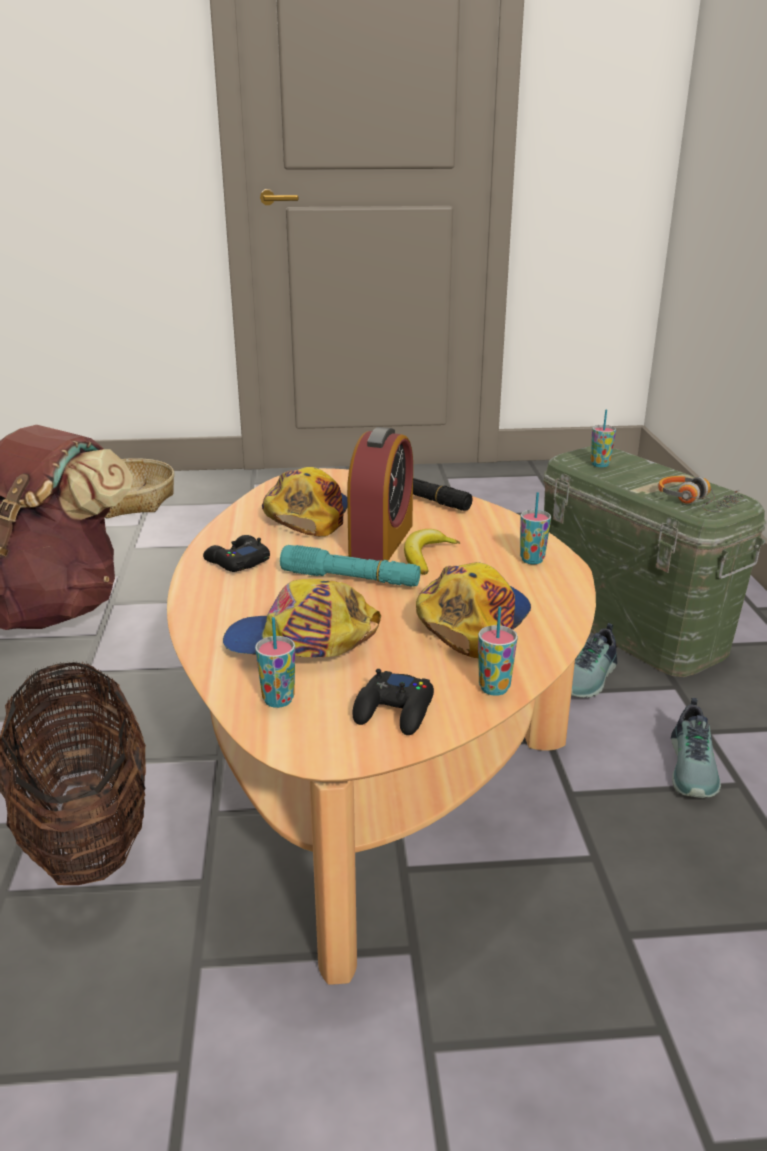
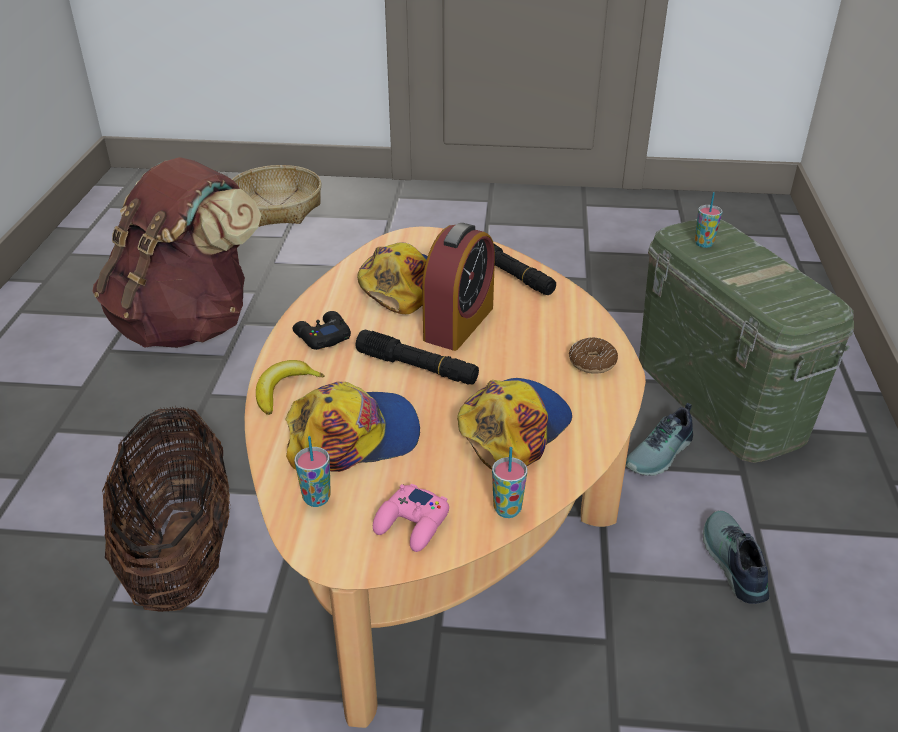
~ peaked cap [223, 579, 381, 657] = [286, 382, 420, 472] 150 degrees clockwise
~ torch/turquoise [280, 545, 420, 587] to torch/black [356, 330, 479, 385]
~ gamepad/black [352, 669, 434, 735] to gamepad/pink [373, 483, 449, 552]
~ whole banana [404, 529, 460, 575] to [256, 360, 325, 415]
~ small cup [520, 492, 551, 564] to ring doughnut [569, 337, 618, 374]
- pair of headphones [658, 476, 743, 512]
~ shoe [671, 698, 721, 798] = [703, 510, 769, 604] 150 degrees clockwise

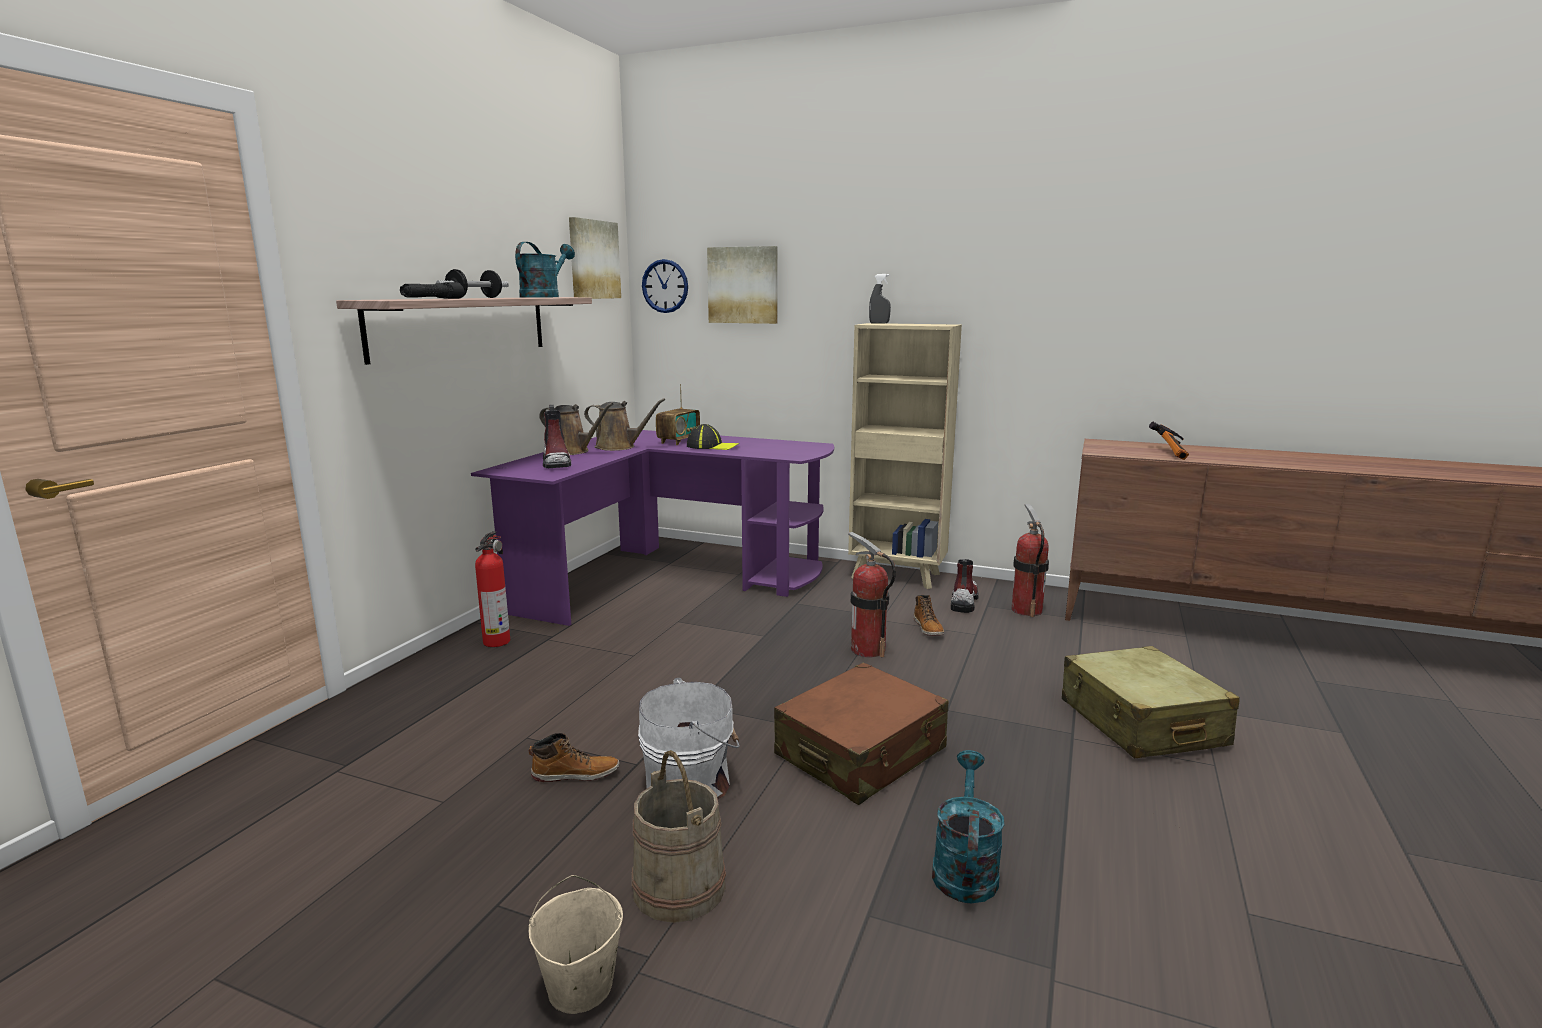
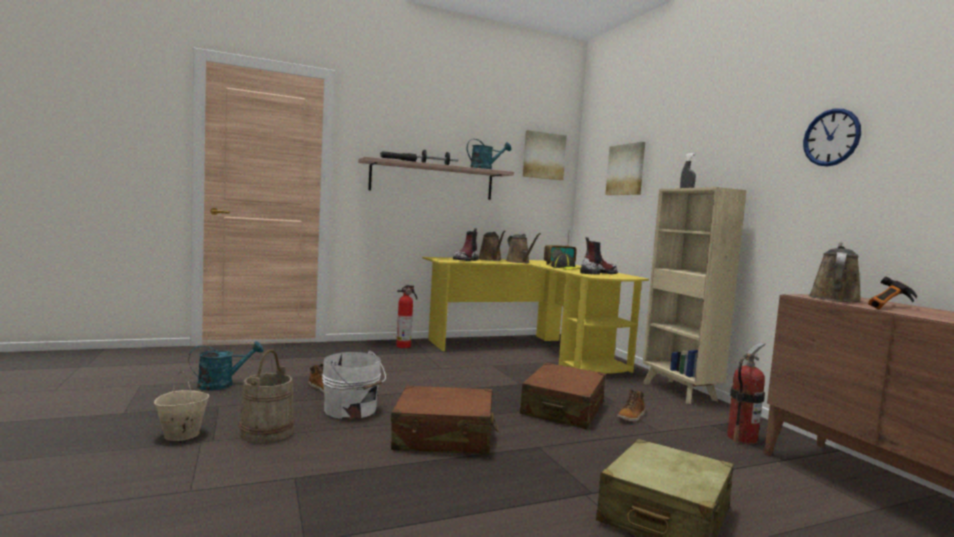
~ desk unit/purplish [471, 430, 834, 626] to desk unit/yellowish [422, 257, 649, 374]
~ wall clock [642, 259, 688, 313] to [803, 109, 861, 167]
~ extinguisher [848, 532, 896, 658] to suitcase/brown-coloured [520, 363, 606, 429]
~ watering can/turquoise [932, 750, 1004, 903] to [188, 341, 263, 390]
~ tall boot [951, 559, 979, 613] to [580, 237, 618, 274]
+ watering can/brown-coloured [808, 242, 861, 303]

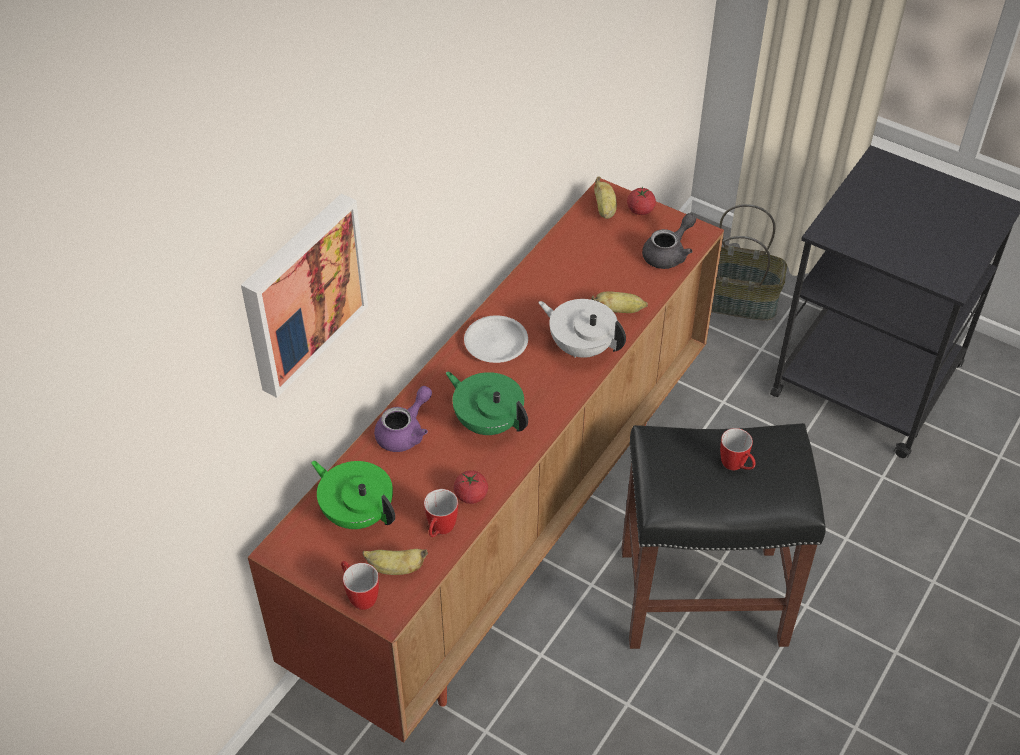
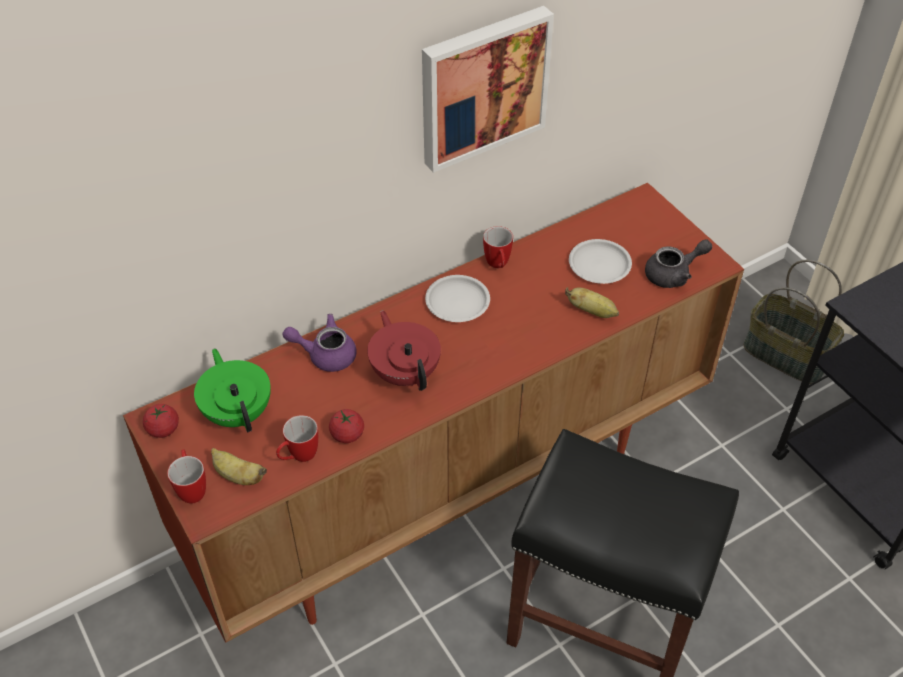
~ wall picture [241, 194, 368, 398] to [422, 6, 554, 173]
~ teapot/purplish [374, 386, 432, 452] = [283, 314, 357, 372] 150 degrees counterclockwise
~ teapot/green-coloured [446, 372, 528, 435] to teapot/red [367, 311, 441, 391]
- teapot/whitish [538, 299, 626, 358]
- whole banana [594, 176, 617, 219]
~ tomato [627, 187, 656, 215] to [143, 404, 179, 438]
~ mug [720, 428, 756, 470] to [483, 226, 513, 268]
+ dinner plate/whitish [569, 239, 632, 284]

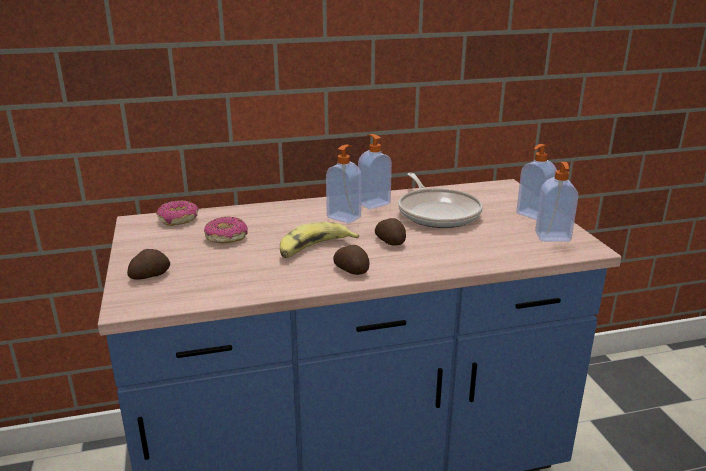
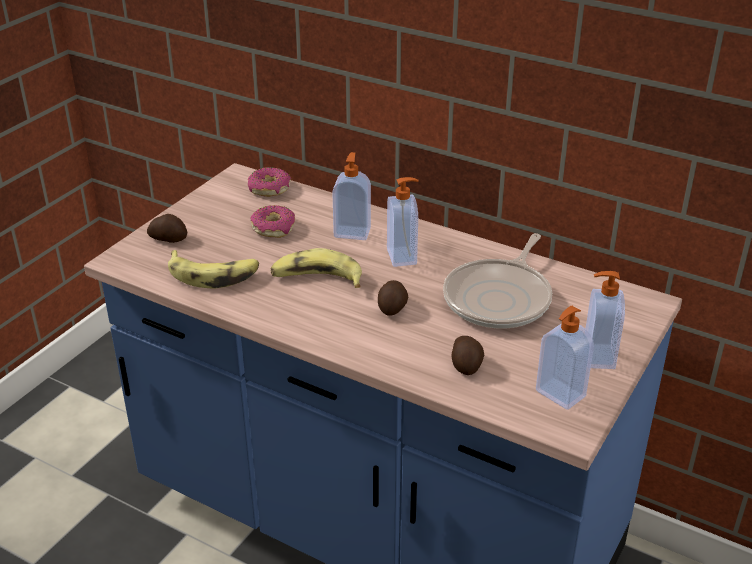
~ spud [333, 245, 370, 275] to [452, 336, 484, 375]
~ soap dispenser [358, 134, 392, 209] to [332, 152, 371, 240]
+ whole banana [168, 250, 259, 288]

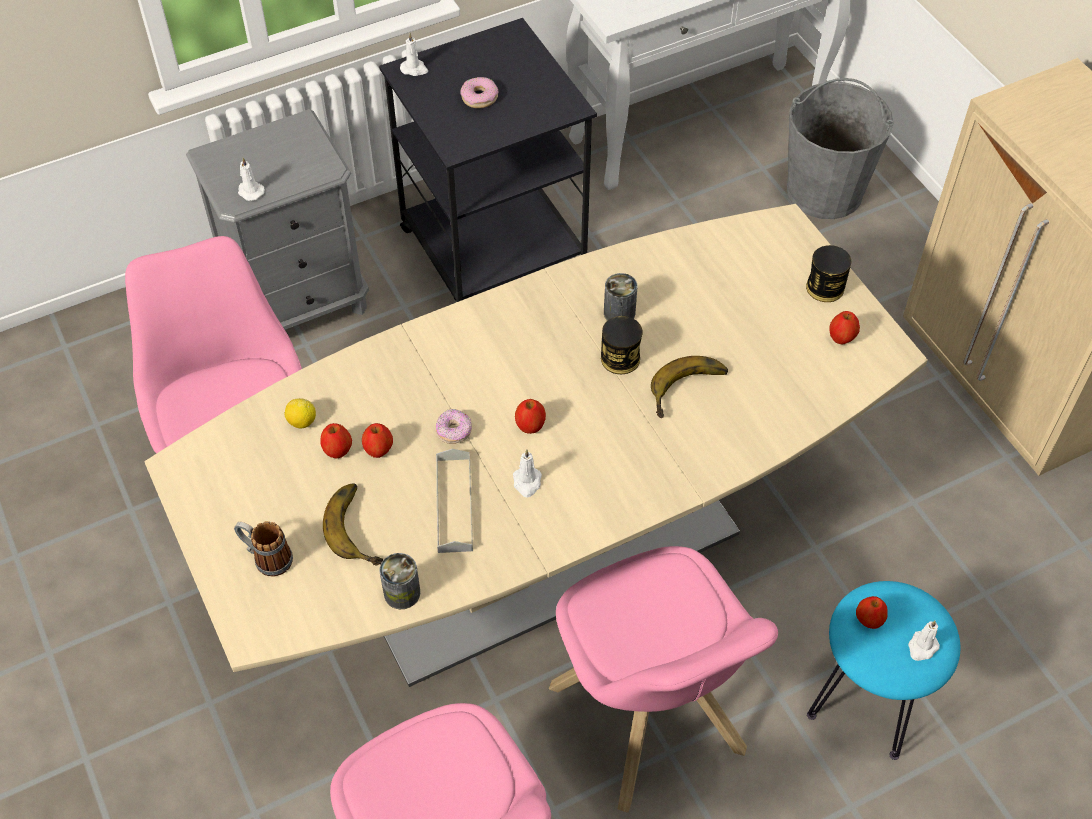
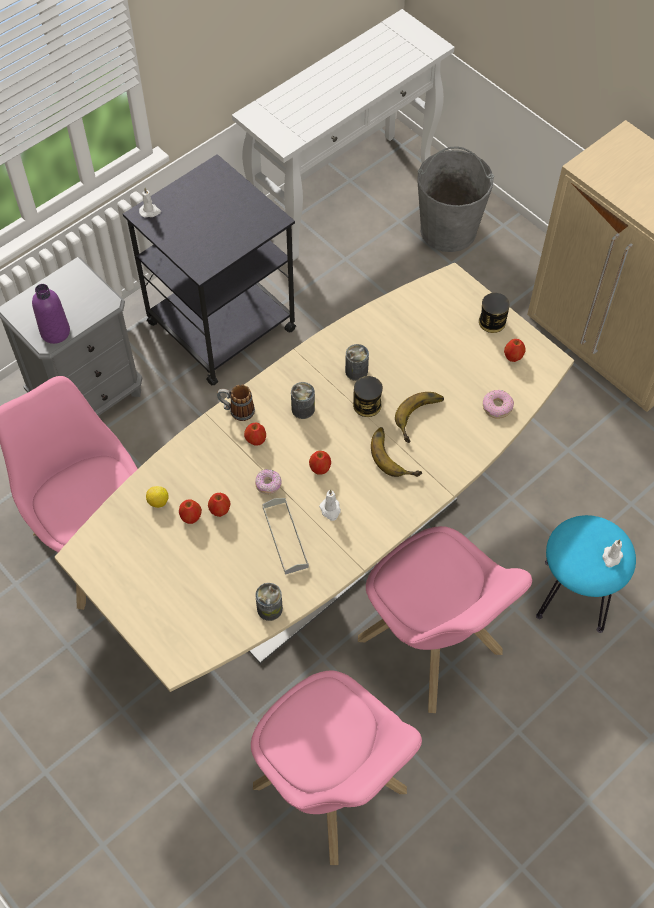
~ mug [234, 521, 293, 577] to [217, 384, 255, 421]
~ wax light/whitish [238, 157, 265, 201] to beverage bottle/purplish [32, 284, 70, 344]
~ whole banana [323, 483, 383, 566] to [371, 427, 422, 477]
~ ring doughnut [461, 77, 499, 108] to [483, 390, 514, 419]
~ whole apple [856, 596, 888, 629] to [244, 422, 266, 446]
+ can [291, 382, 315, 419]

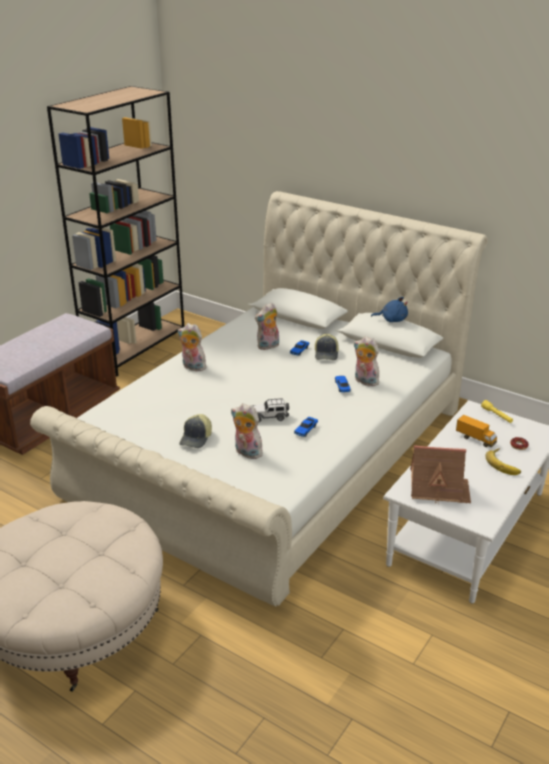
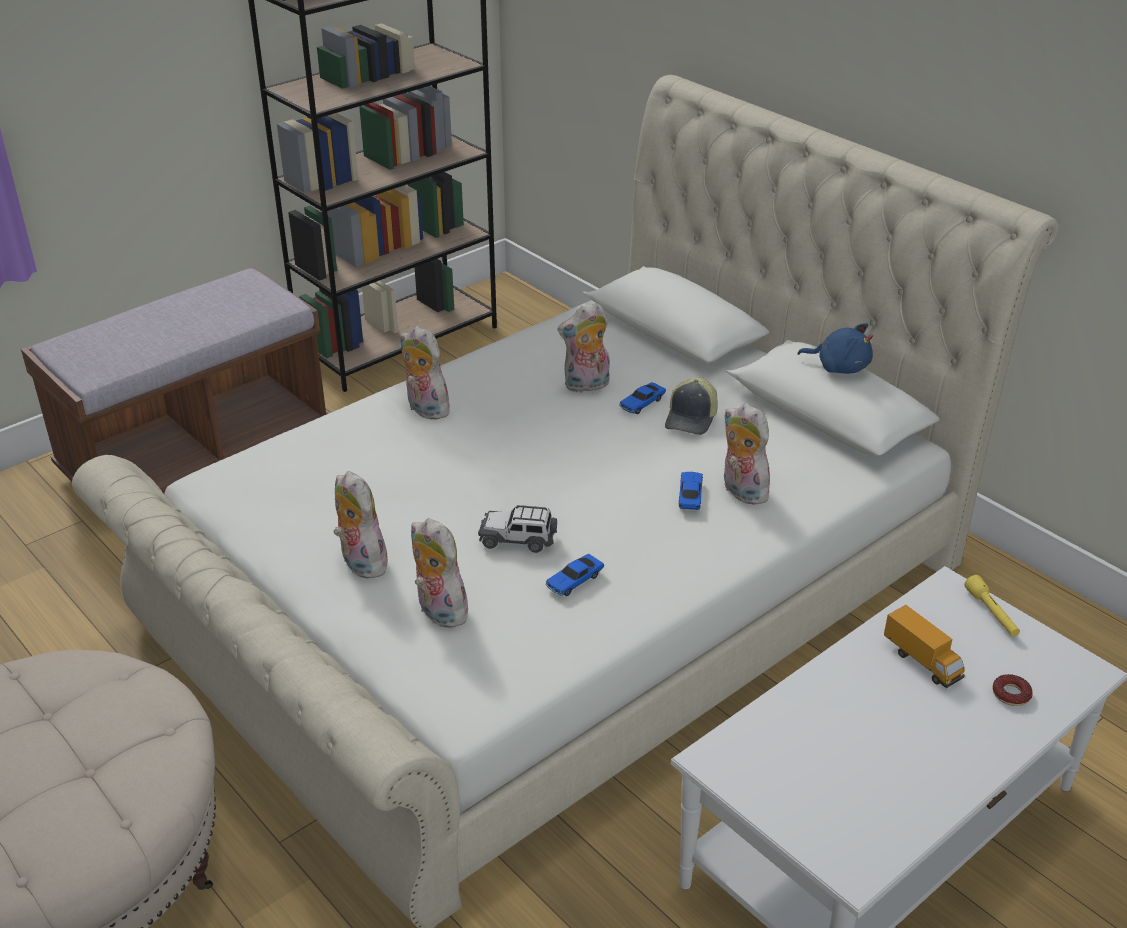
~ peaked cap [179, 414, 212, 448] to plush toy [334, 471, 388, 579]
- toy house [410, 445, 471, 504]
- whole banana [485, 448, 521, 475]

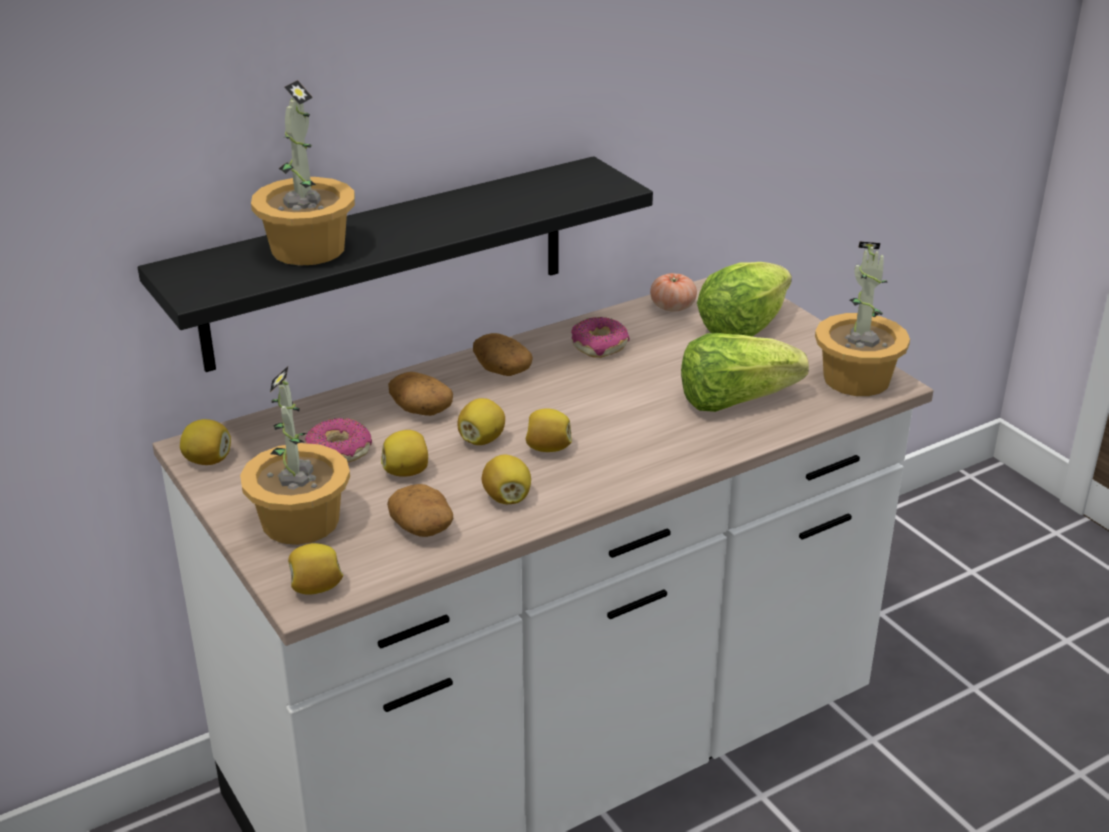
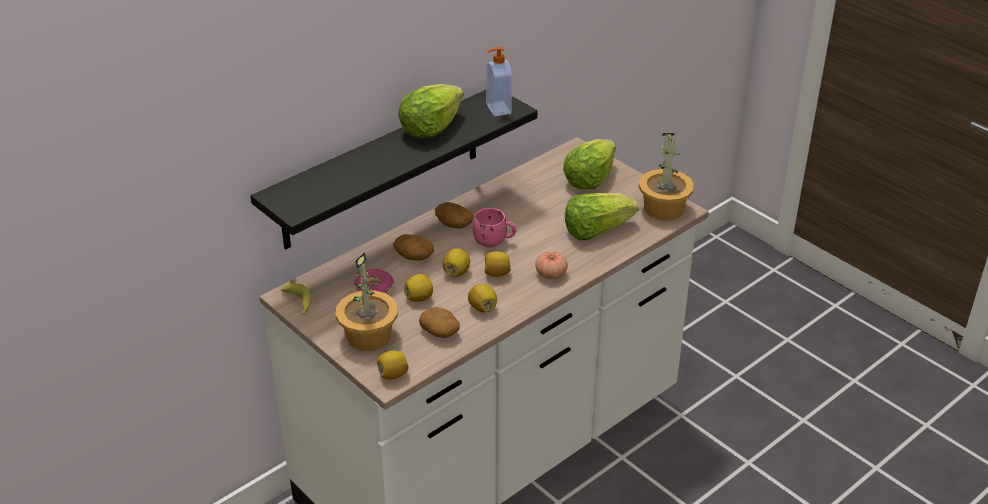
~ whole lemon [180, 419, 231, 465] to whole banana [280, 283, 312, 315]
- houseplant [251, 80, 355, 266]
- ring doughnut [571, 317, 630, 358]
~ tomato [650, 273, 697, 312] to [535, 251, 568, 279]
+ lettuce head [398, 84, 464, 138]
+ mug/pink [473, 208, 517, 248]
+ soap dispenser [486, 47, 512, 116]

